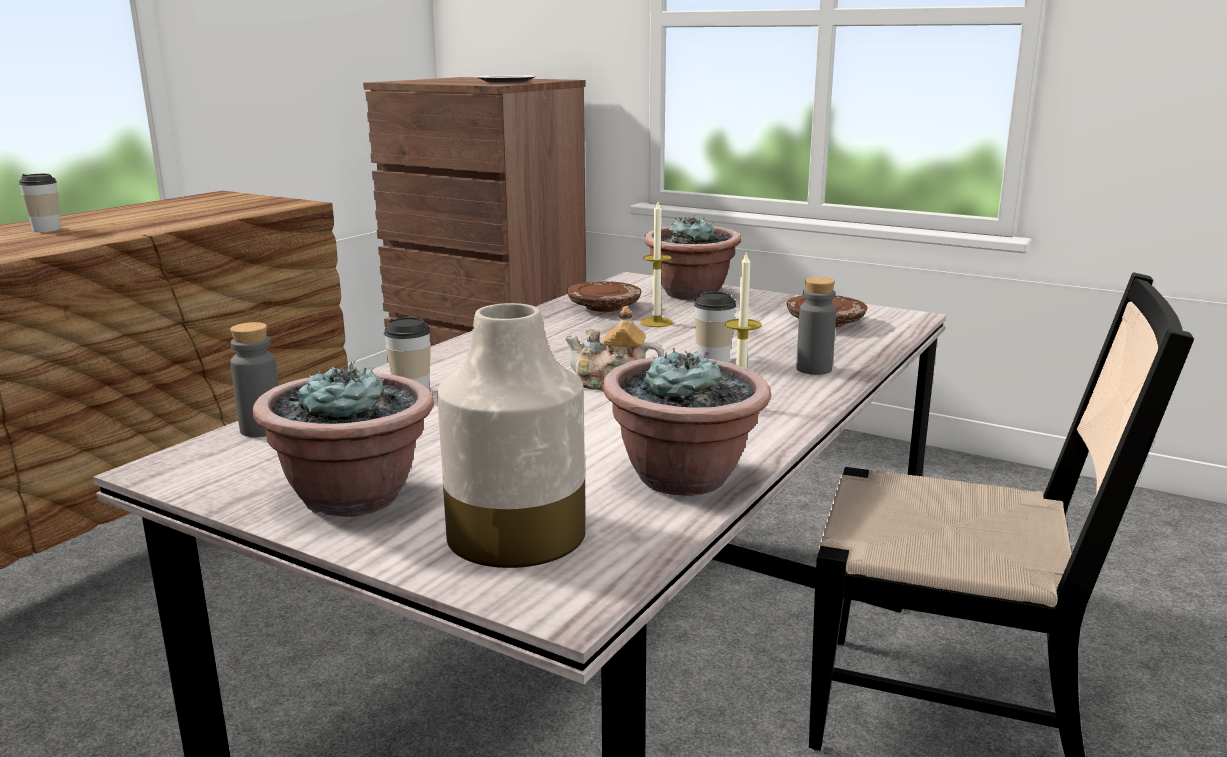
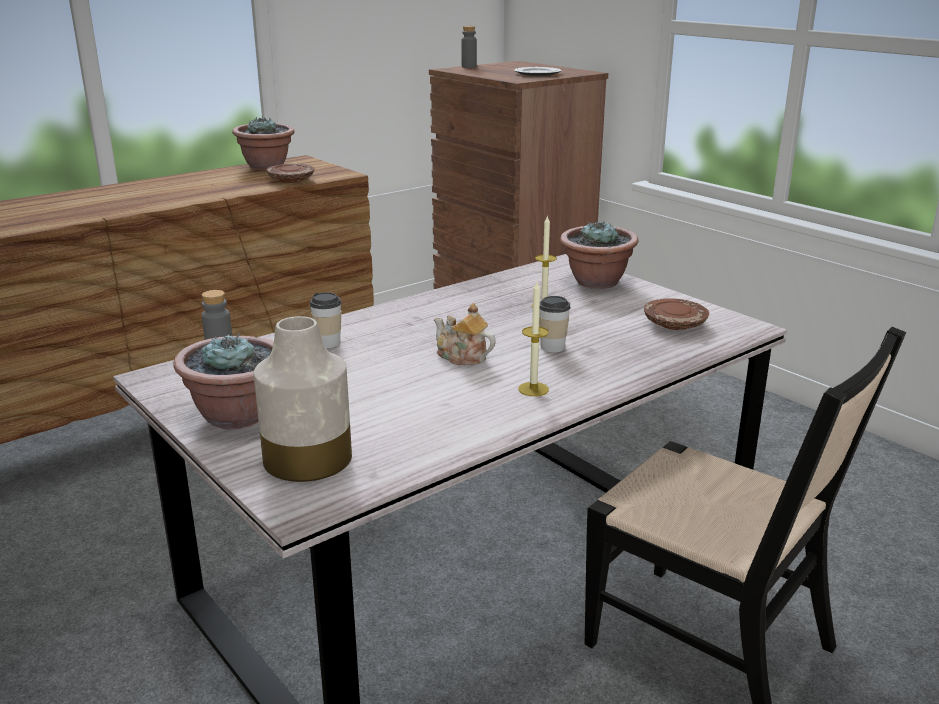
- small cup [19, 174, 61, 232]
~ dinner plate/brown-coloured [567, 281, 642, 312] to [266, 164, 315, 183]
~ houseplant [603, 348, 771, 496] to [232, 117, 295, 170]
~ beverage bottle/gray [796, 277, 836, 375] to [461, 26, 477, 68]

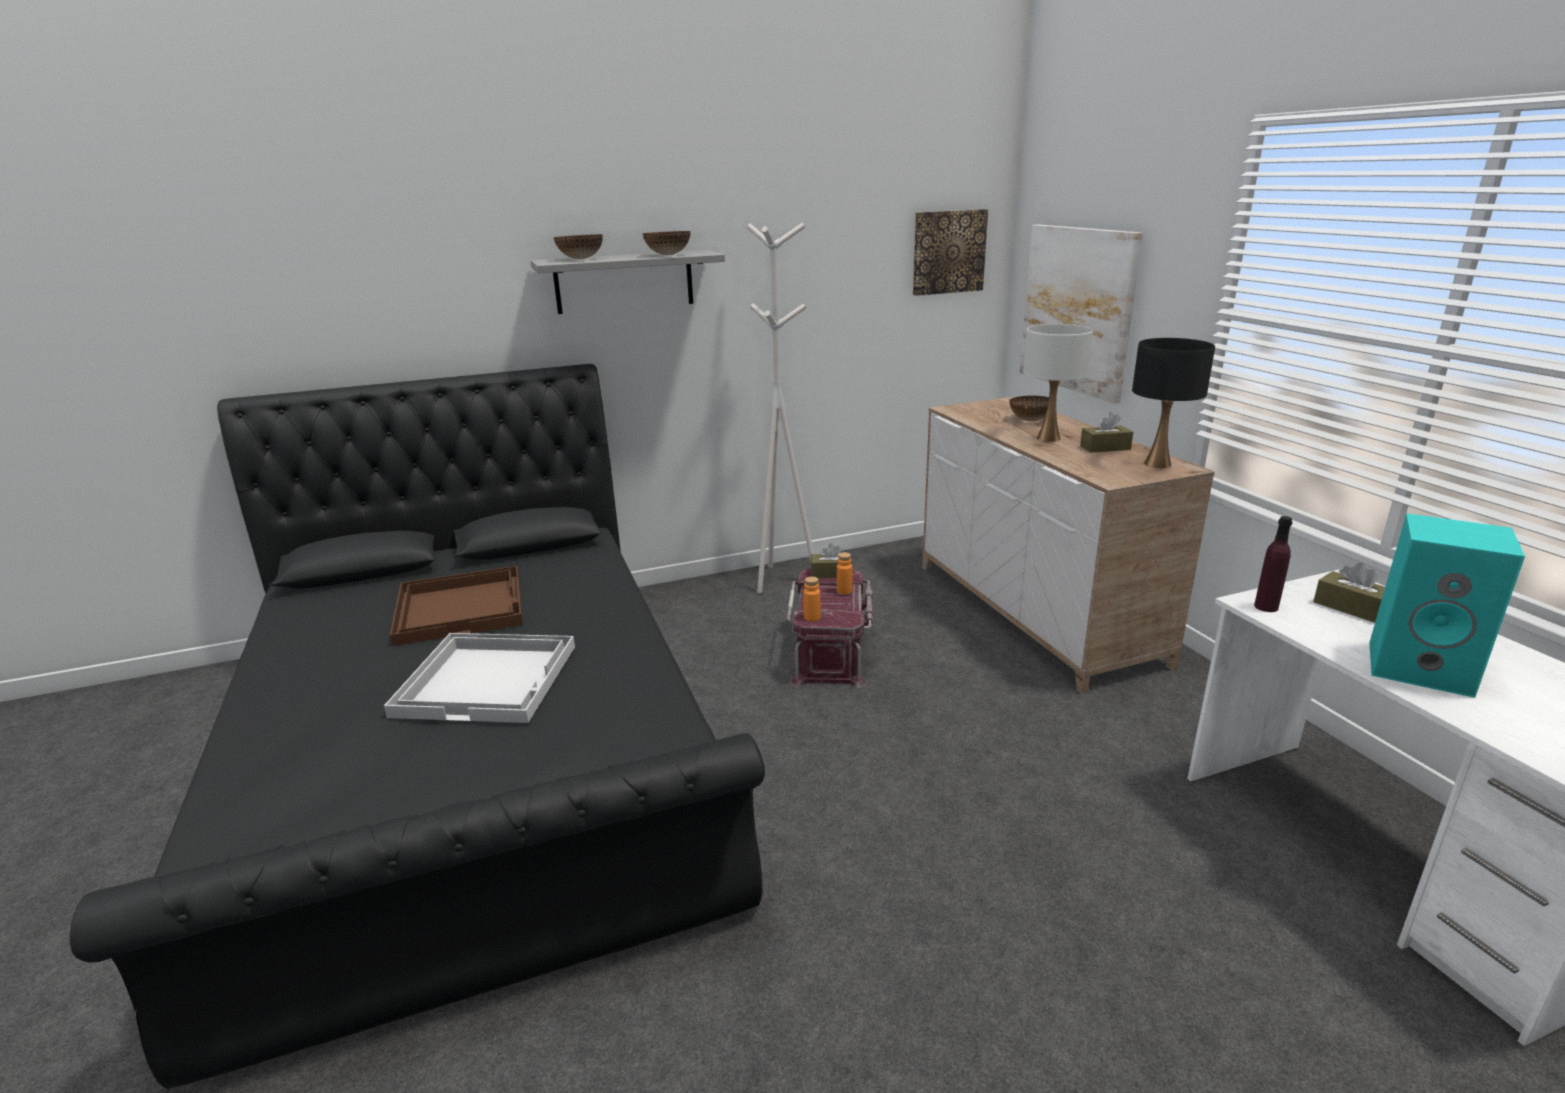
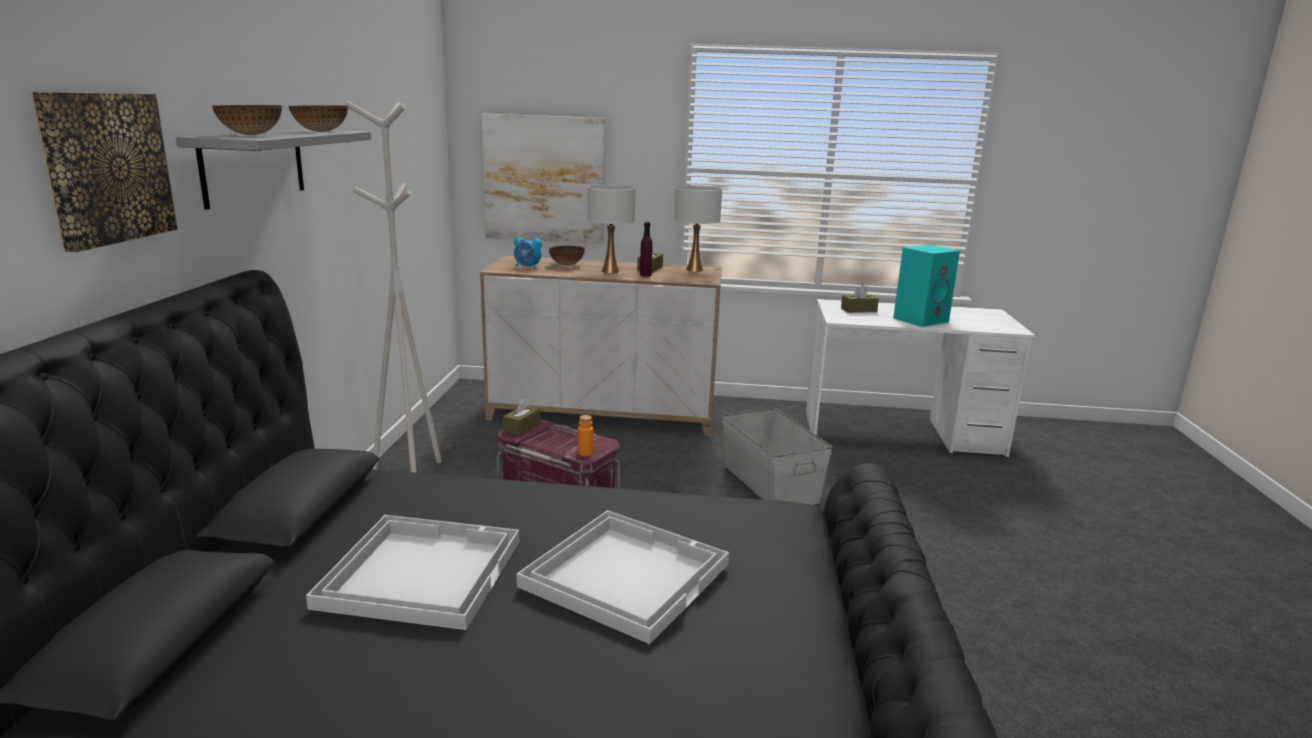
~ carrying tray/brown-coloured [390, 566, 523, 646] to carrying tray/whitish [306, 515, 519, 630]
- beverage bottle/orangey [837, 552, 852, 594]
~ wall picture [913, 209, 988, 296] to [31, 92, 177, 252]
~ table lamp/black [1132, 338, 1215, 468] to table lamp/whitish [674, 185, 722, 272]
~ beverage bottle/purplish [1254, 516, 1293, 612] to [640, 222, 652, 277]
+ bedside clock [514, 233, 542, 269]
+ storage box/gray [722, 408, 833, 505]

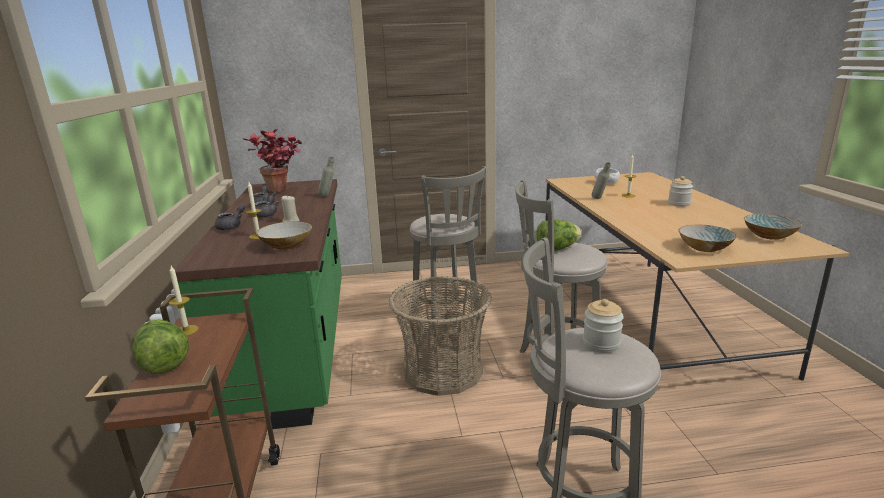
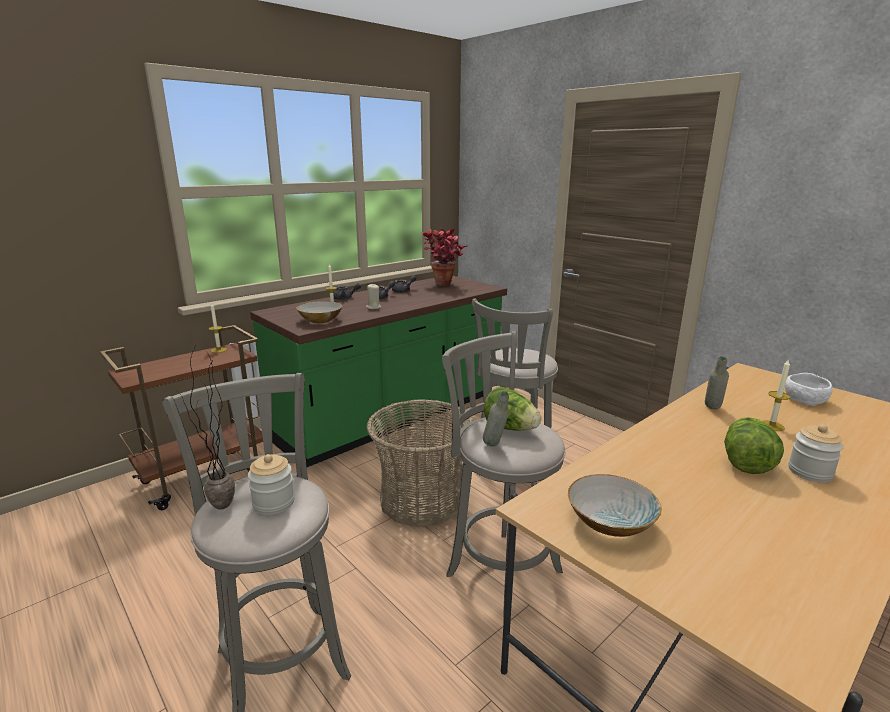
~ lettuce head [132, 319, 189, 374] to [724, 417, 784, 474]
~ beverage bottle/gray [318, 157, 334, 197] to [483, 391, 509, 447]
- serving bowl [744, 214, 802, 240]
+ houseplant [174, 347, 235, 510]

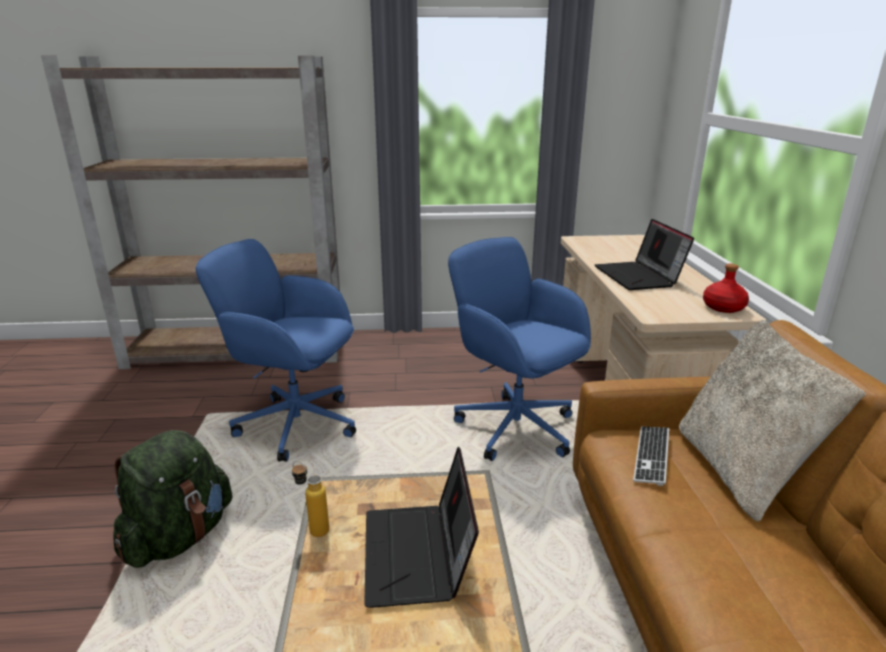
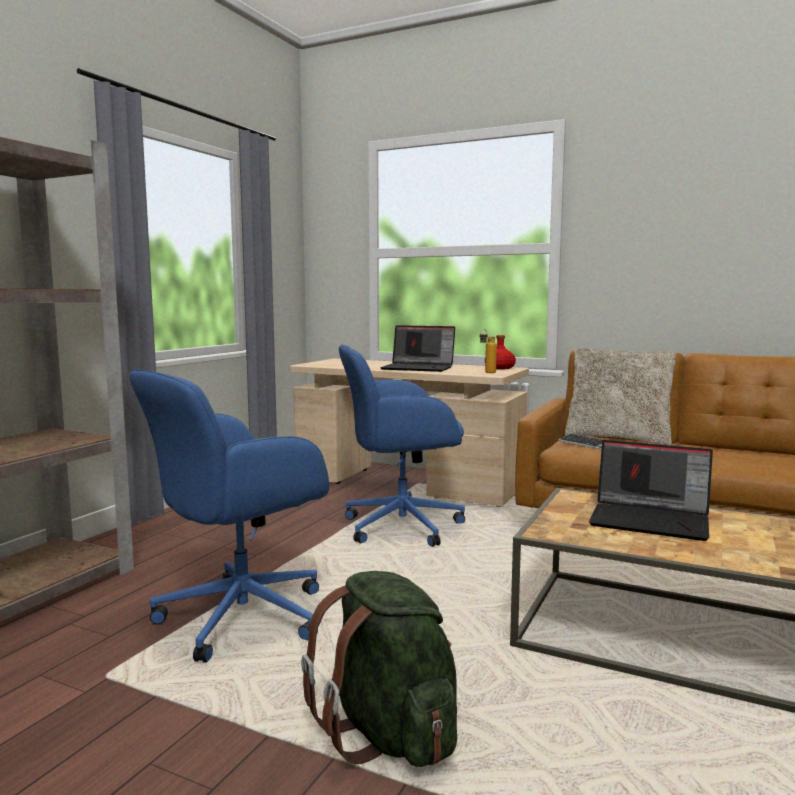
~ beverage bottle [292, 461, 329, 537] to [479, 329, 497, 373]

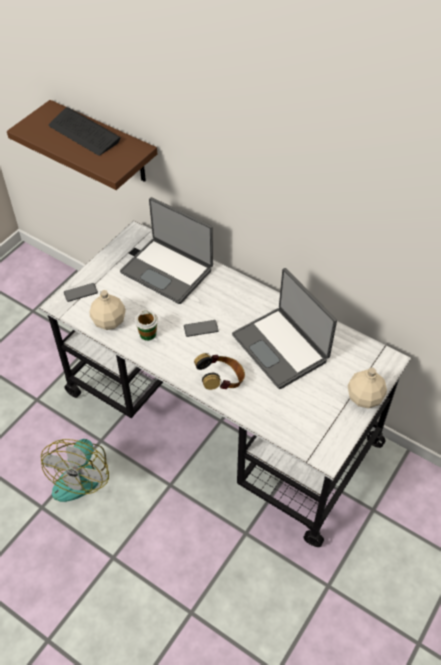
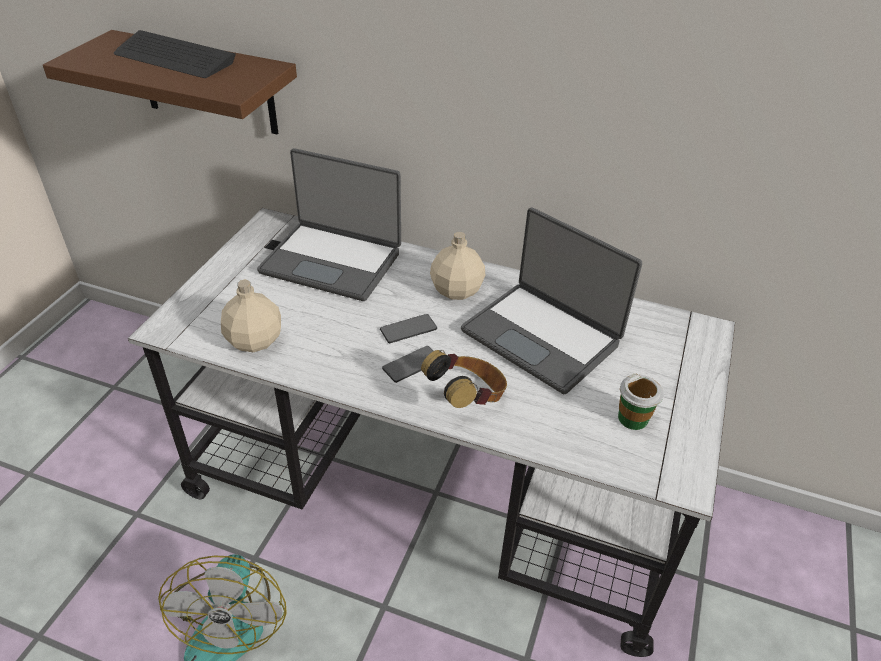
~ phone [64, 283, 98, 302] to [382, 346, 433, 383]
~ small cup [135, 310, 158, 341] to [618, 374, 664, 430]
~ beverage bottle/beige [347, 367, 387, 408] to [430, 232, 485, 300]

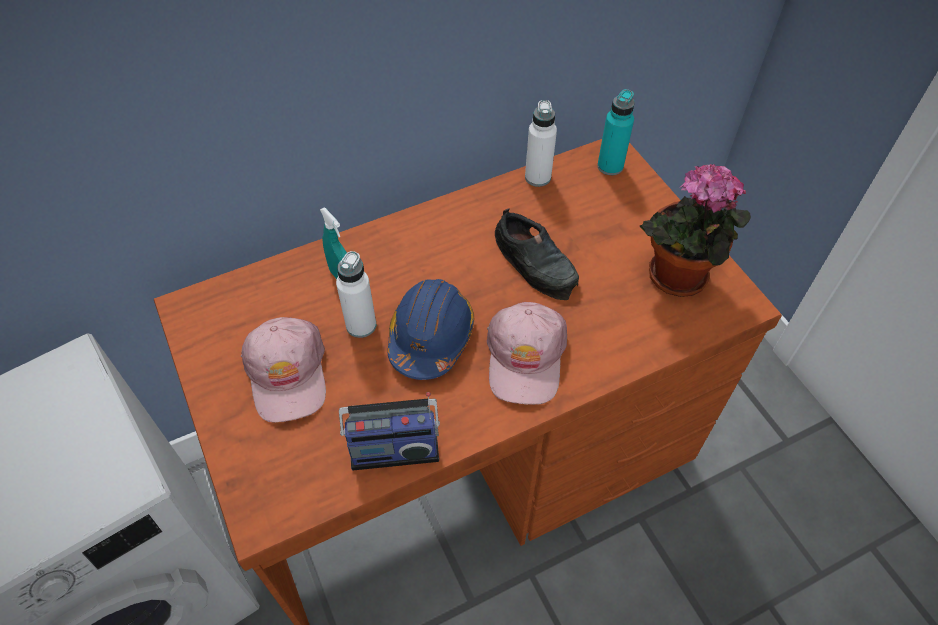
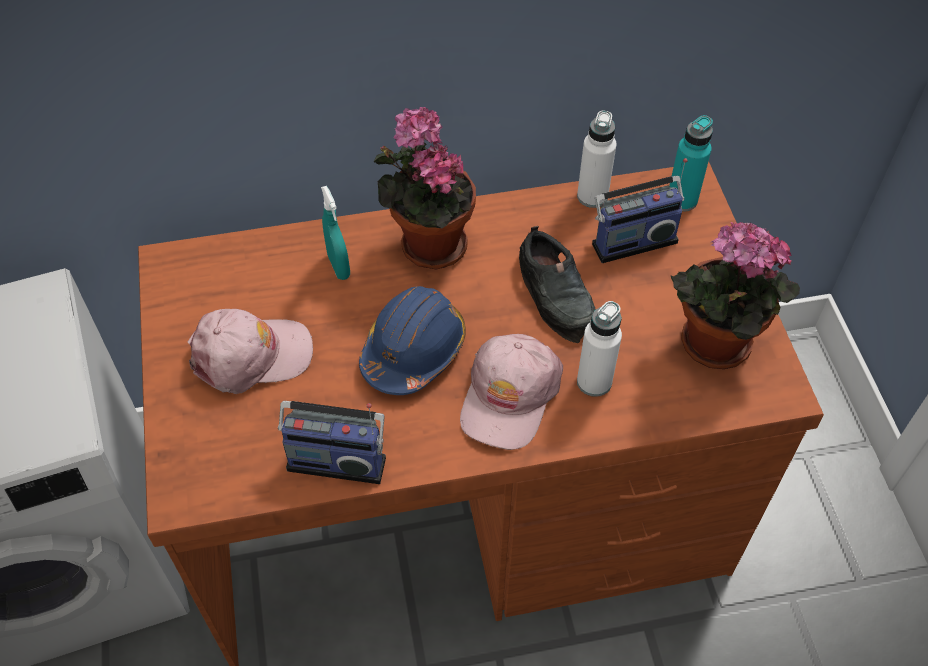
~ peaked cap/pink [241, 317, 326, 423] = [187, 309, 313, 394] 105 degrees counterclockwise
~ beverage bottle/whitish [336, 251, 376, 338] to [577, 301, 622, 397]
+ houseplant [374, 107, 476, 270]
+ radio receiver [592, 158, 688, 263]

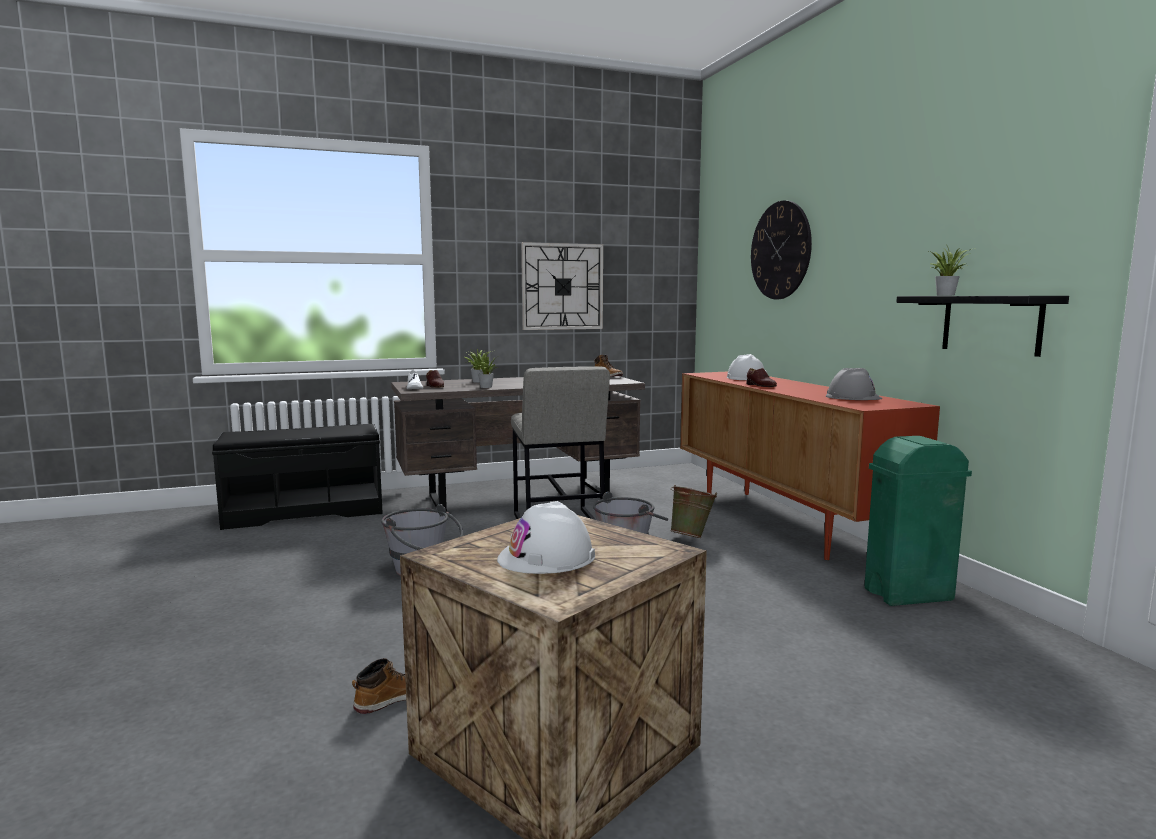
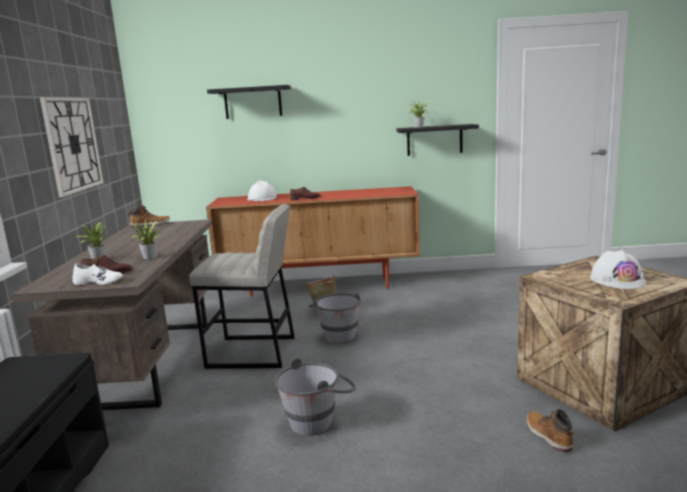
~ wall clock [751, 200, 812, 299] to wall shelf/black [207, 85, 291, 119]
- hard hat/gray [826, 368, 882, 400]
- rubbish bin/green-coloured [864, 436, 972, 606]

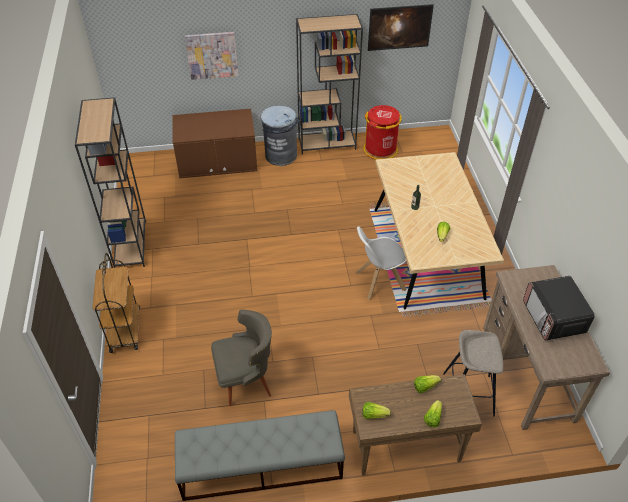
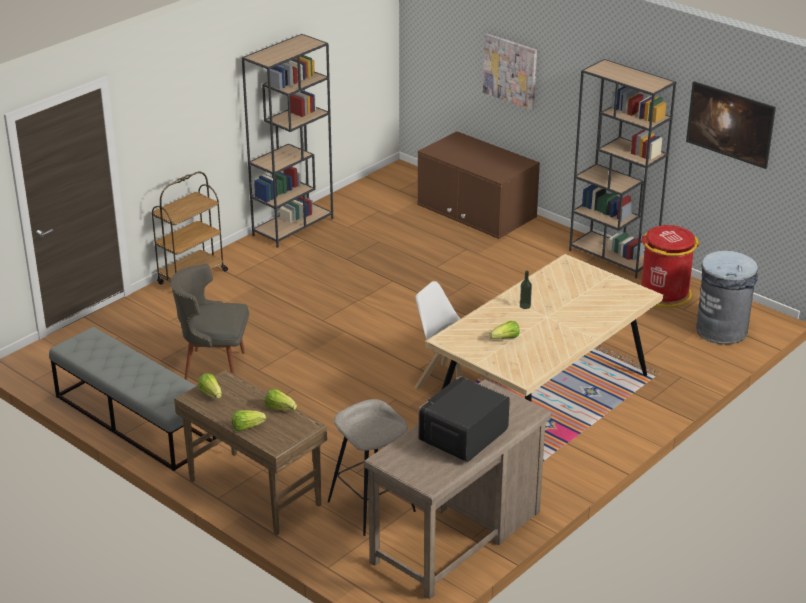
~ plain chair/gray [211, 309, 272, 406] = [171, 264, 249, 380] 150 degrees clockwise
~ rubbish bin/gray [261, 105, 300, 166] to [696, 250, 758, 345]

